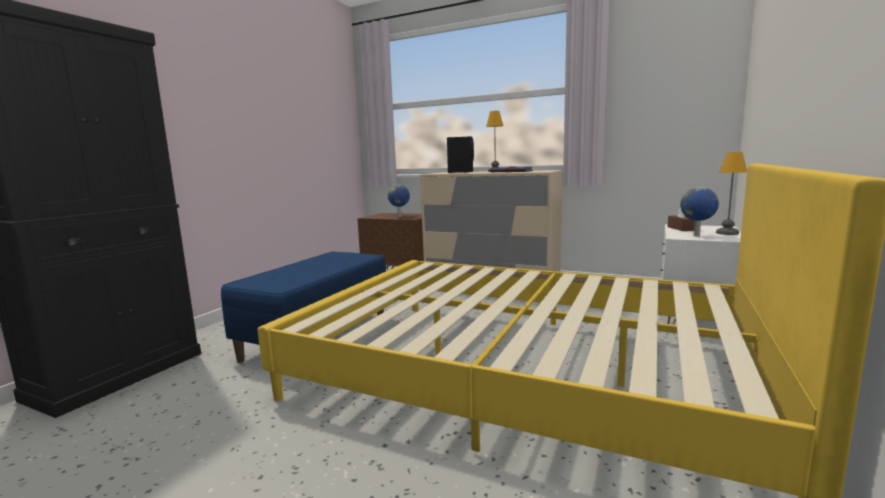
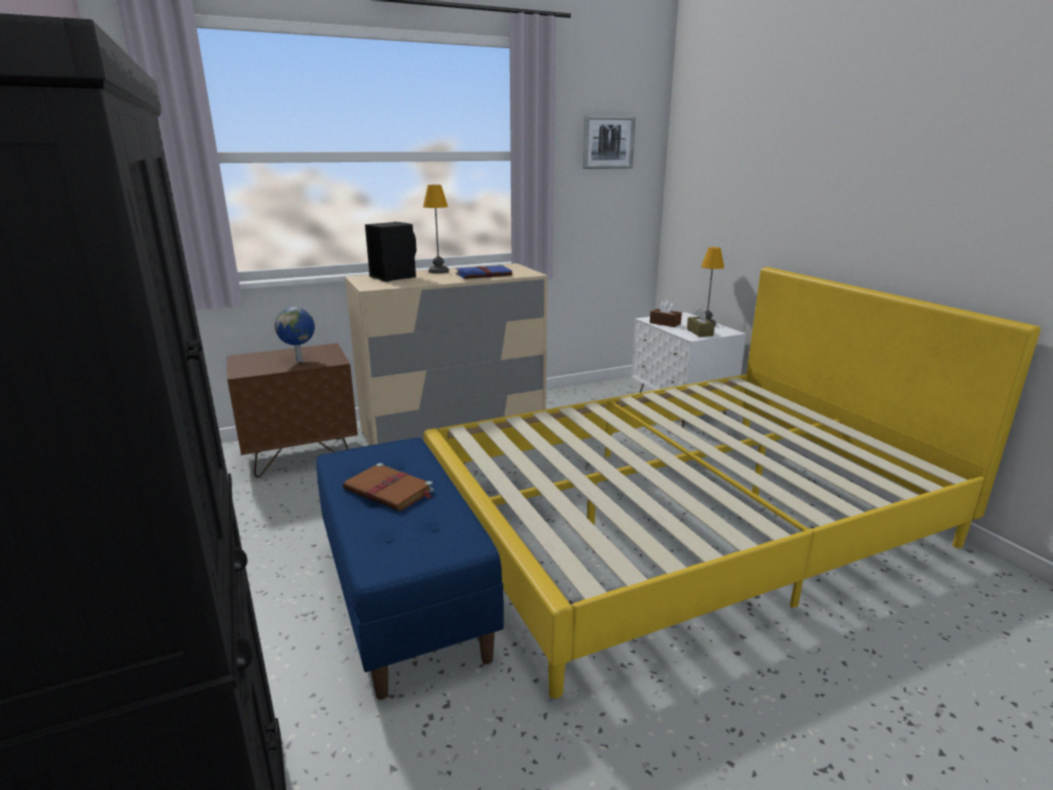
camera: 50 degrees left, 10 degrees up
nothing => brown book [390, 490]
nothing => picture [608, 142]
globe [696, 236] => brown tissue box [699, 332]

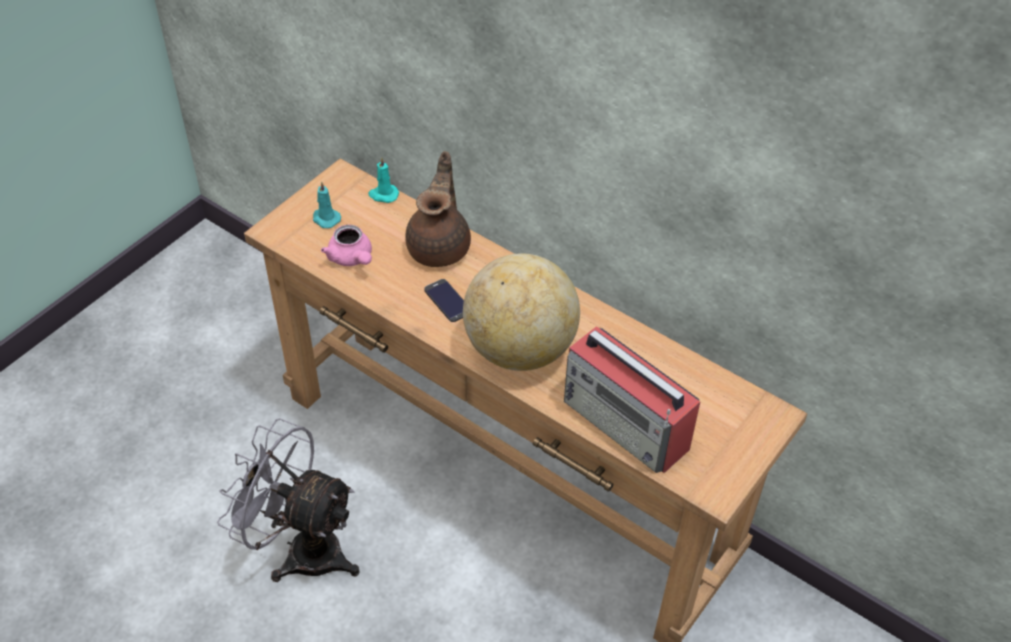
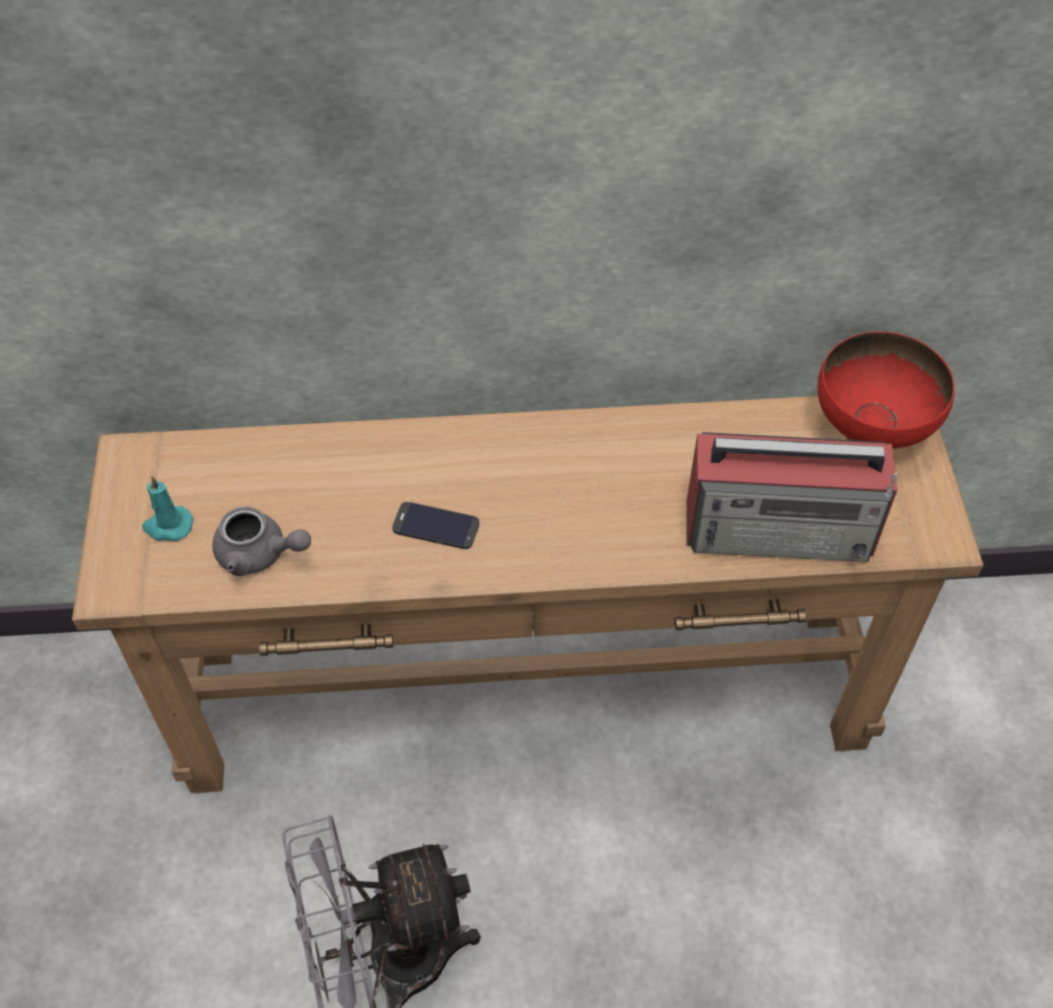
camera: 40 degrees left, 5 degrees up
pink teapot [352, 259] => grey teapot [260, 555]
nothing => red bowl [872, 430]
turquoise candle [383, 195] => nothing
brown teapot [440, 246] => nothing
globe [520, 350] => nothing

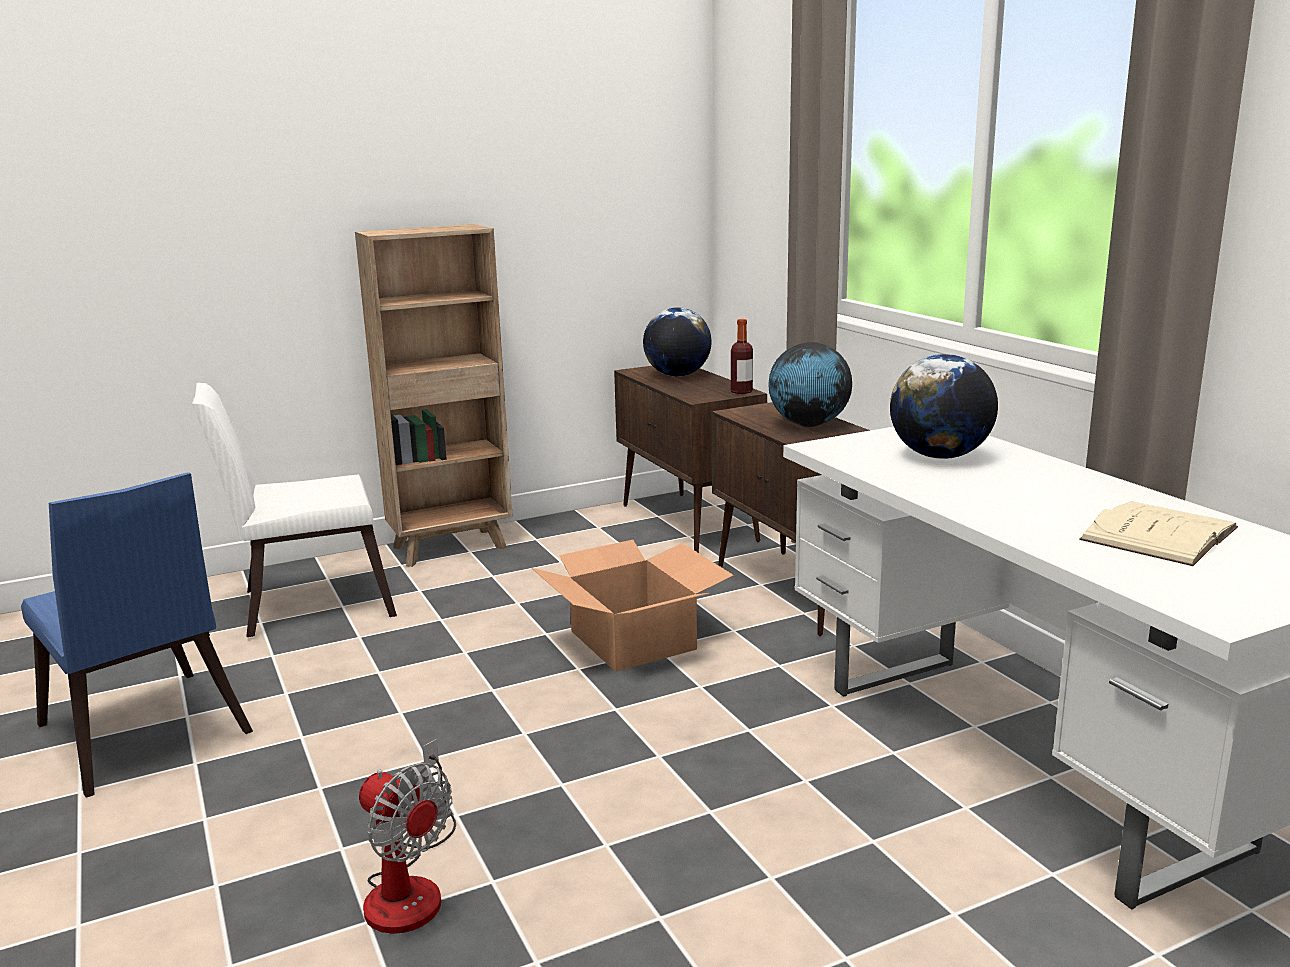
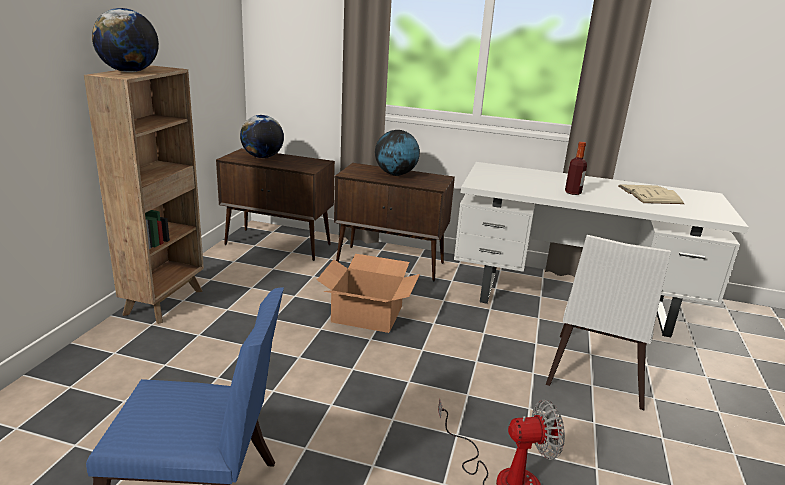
camera: 50 degrees left, 5 degrees up
globe [940, 456] => globe [129, 72], relocated
white chair [306, 604] => white chair [594, 374], relocated
bottle [741, 391] => bottle [573, 192], relocated

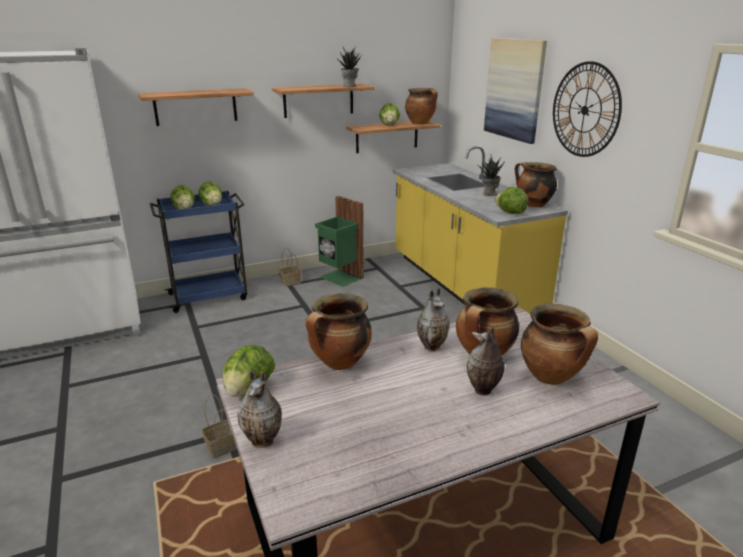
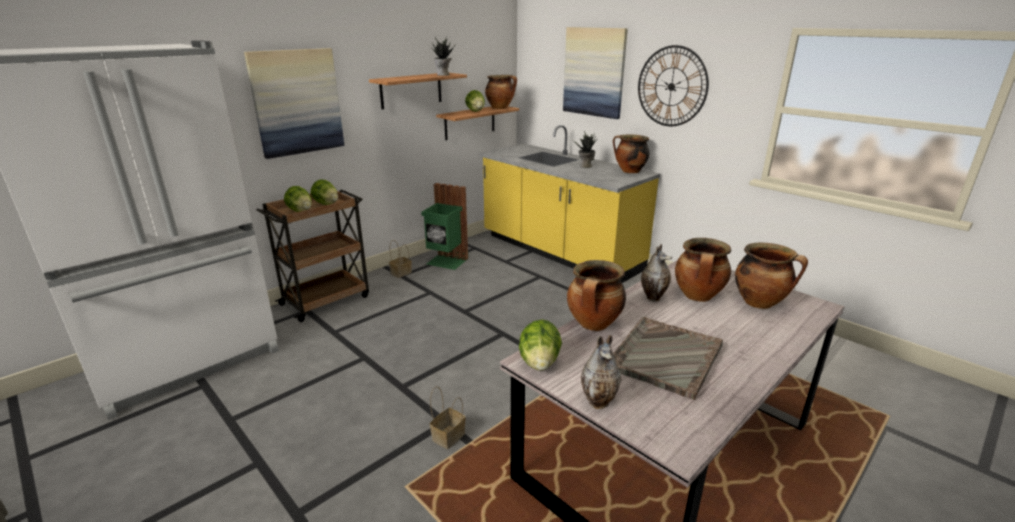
camera: 20 degrees left, 0 degrees up
shelf [195, 107] => picture [297, 102]
blue cart [210, 296] => brown cart [326, 300]
nothing => grey tray [665, 357]
vase [483, 390] => nothing
lettuce [510, 212] => nothing

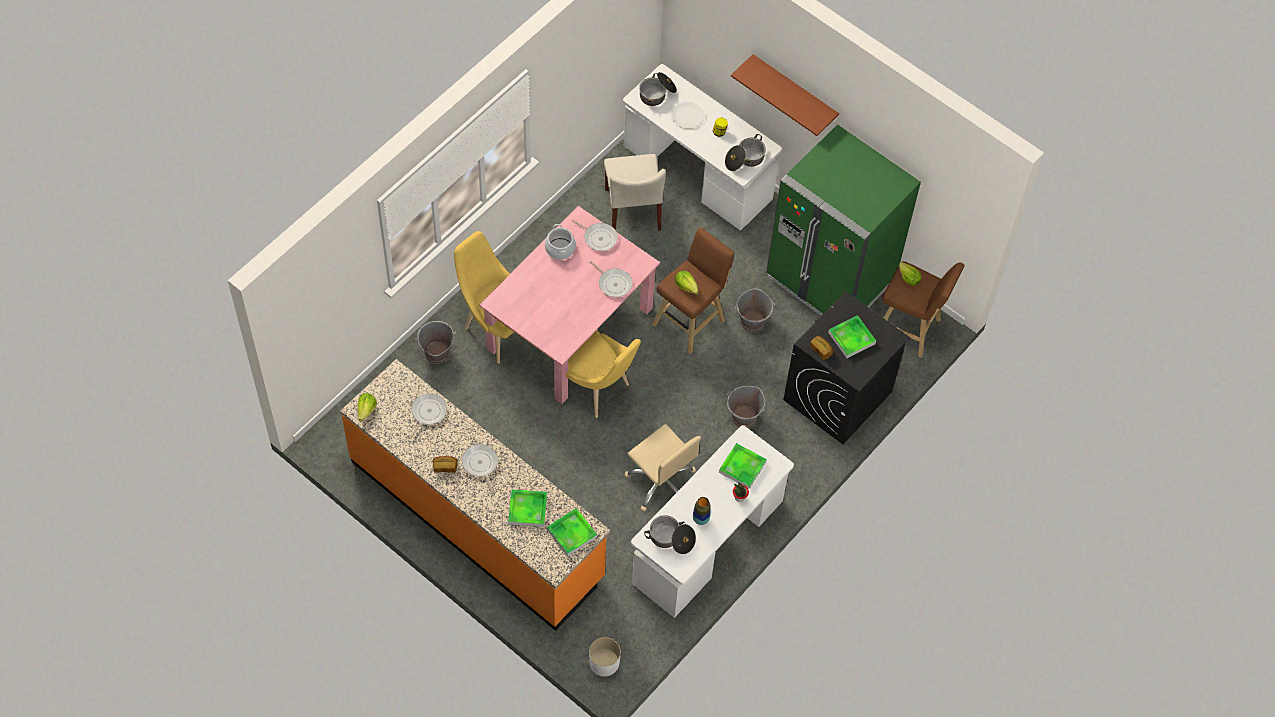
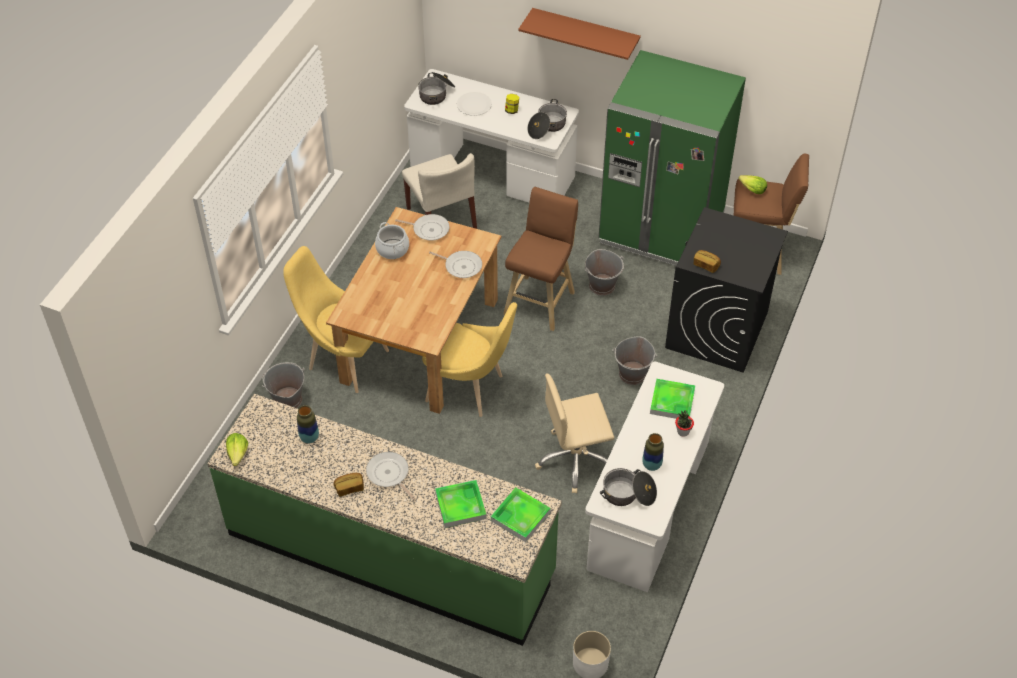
camera: 15 degrees left, 10 degrees down
orange counter [477, 519] => green counter [391, 553]
frying pan [427, 413] => vase [309, 438]
pink dining table [570, 327] => brown dining table [420, 339]
beige office chair [661, 482] => beige office chair [575, 460], 135 degrees clockwise
lettuce [686, 286] => nothing
tray [851, 338] => nothing

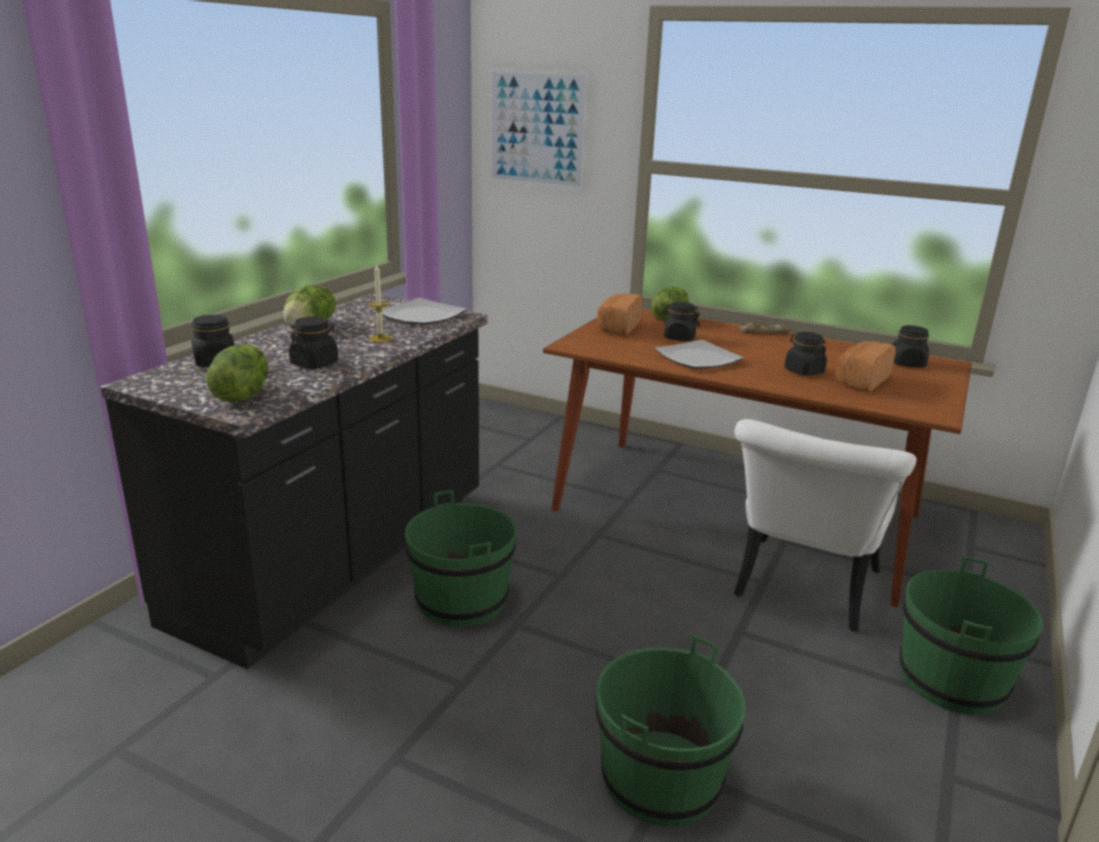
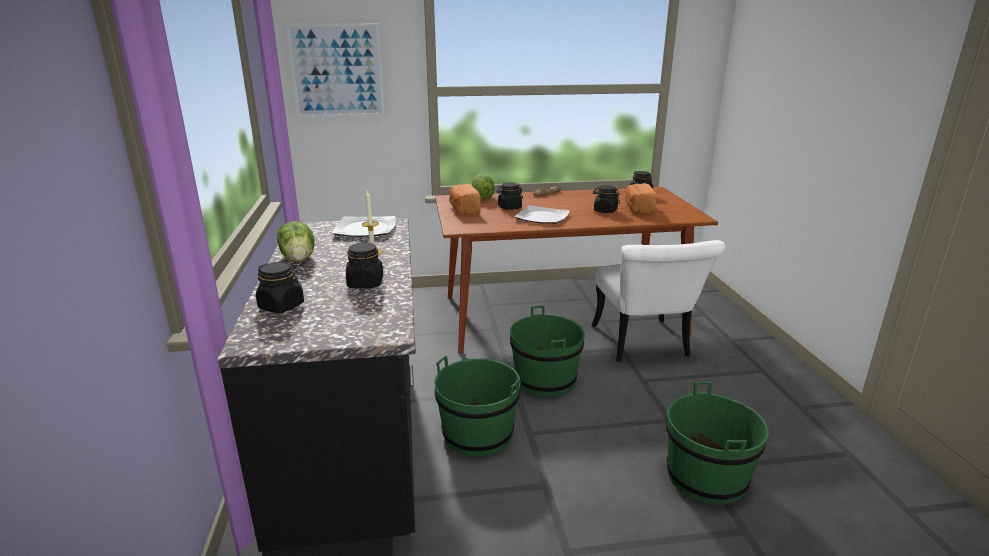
camera: 35 degrees left, 0 degrees up
green bucket [951, 680] => green bucket [545, 380], relocated
lettuce [241, 395] => nothing

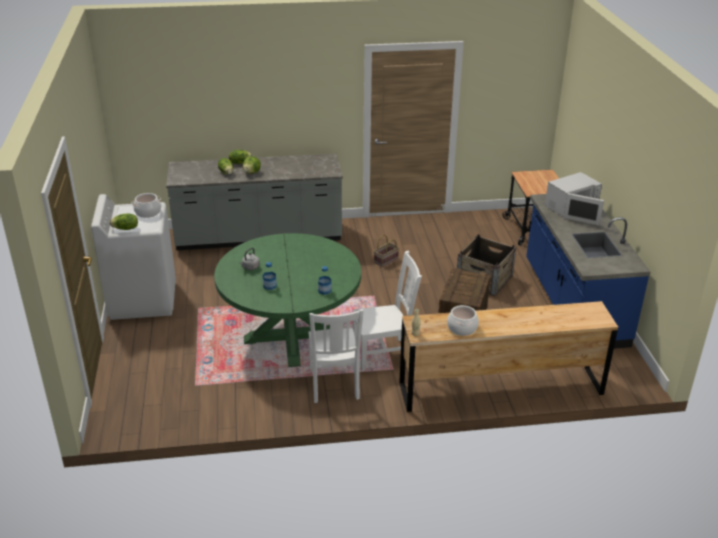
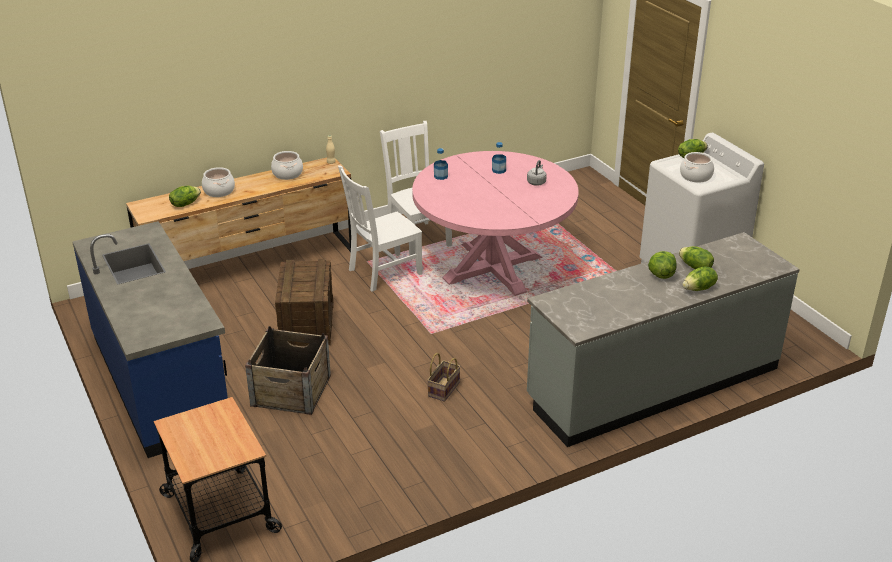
camera: 160 degrees right, 0 degrees up
nothing => lettuce [185, 204]
nothing => cooking pot [219, 191]
green dining table [291, 337] => pink dining table [493, 268]
white microwave [571, 208] => nothing

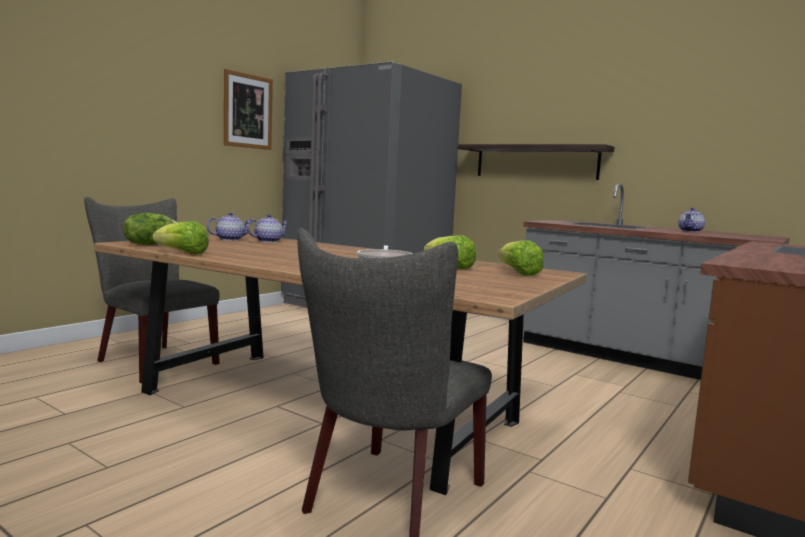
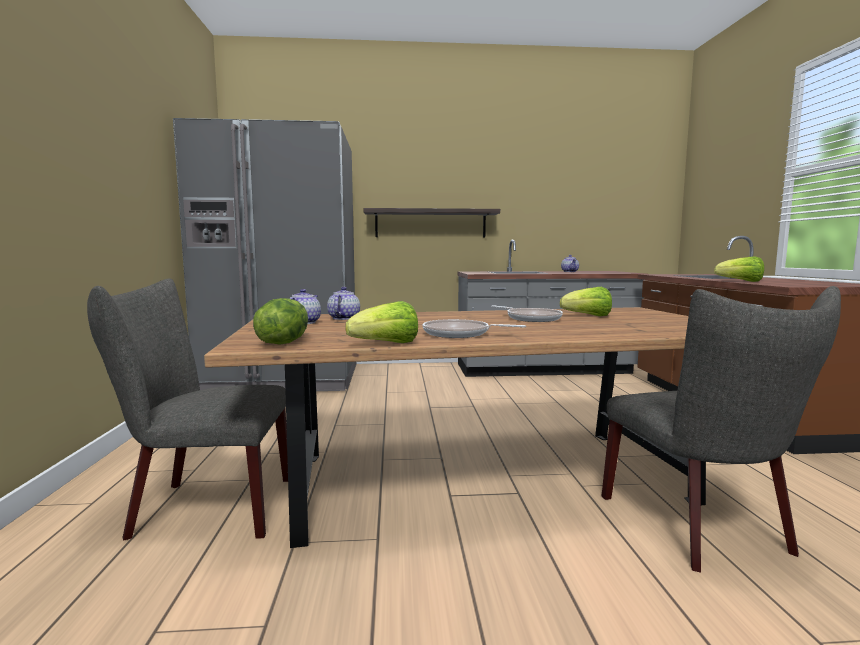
camera: 40 degrees left, 0 degrees up
nothing => frying pan [460, 334]
lettuce [518, 273] => lettuce [741, 281], relocated
picture [248, 111] => nothing

